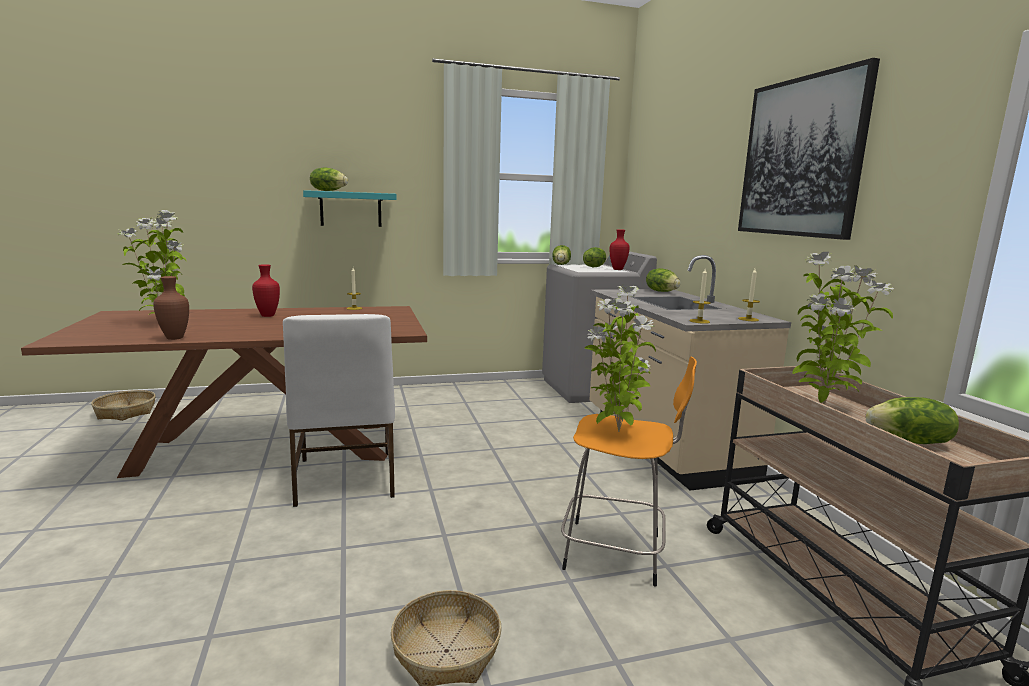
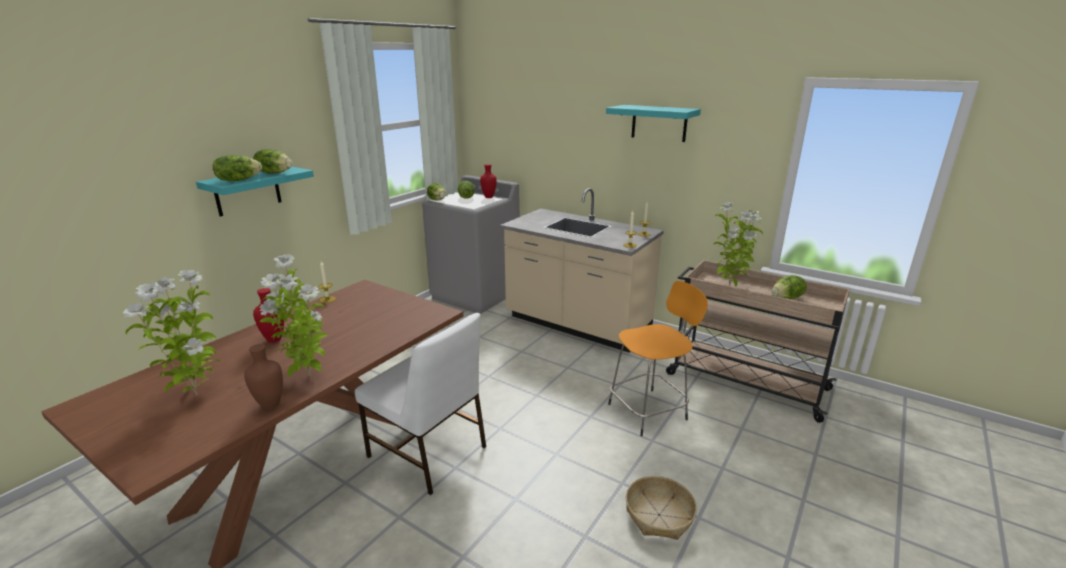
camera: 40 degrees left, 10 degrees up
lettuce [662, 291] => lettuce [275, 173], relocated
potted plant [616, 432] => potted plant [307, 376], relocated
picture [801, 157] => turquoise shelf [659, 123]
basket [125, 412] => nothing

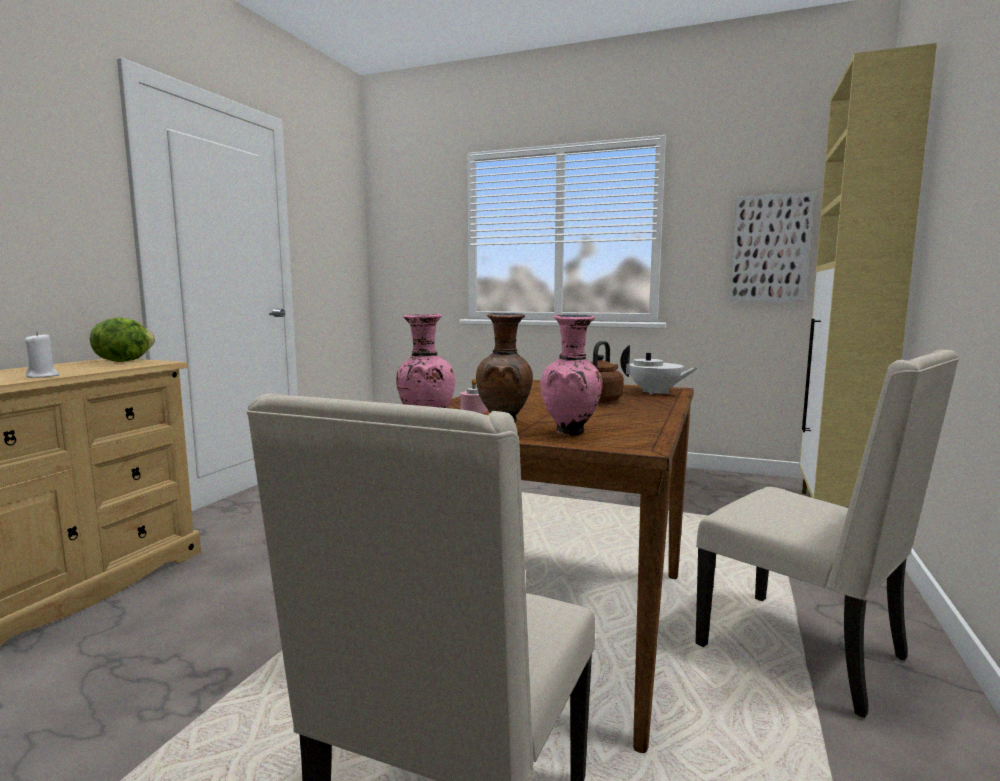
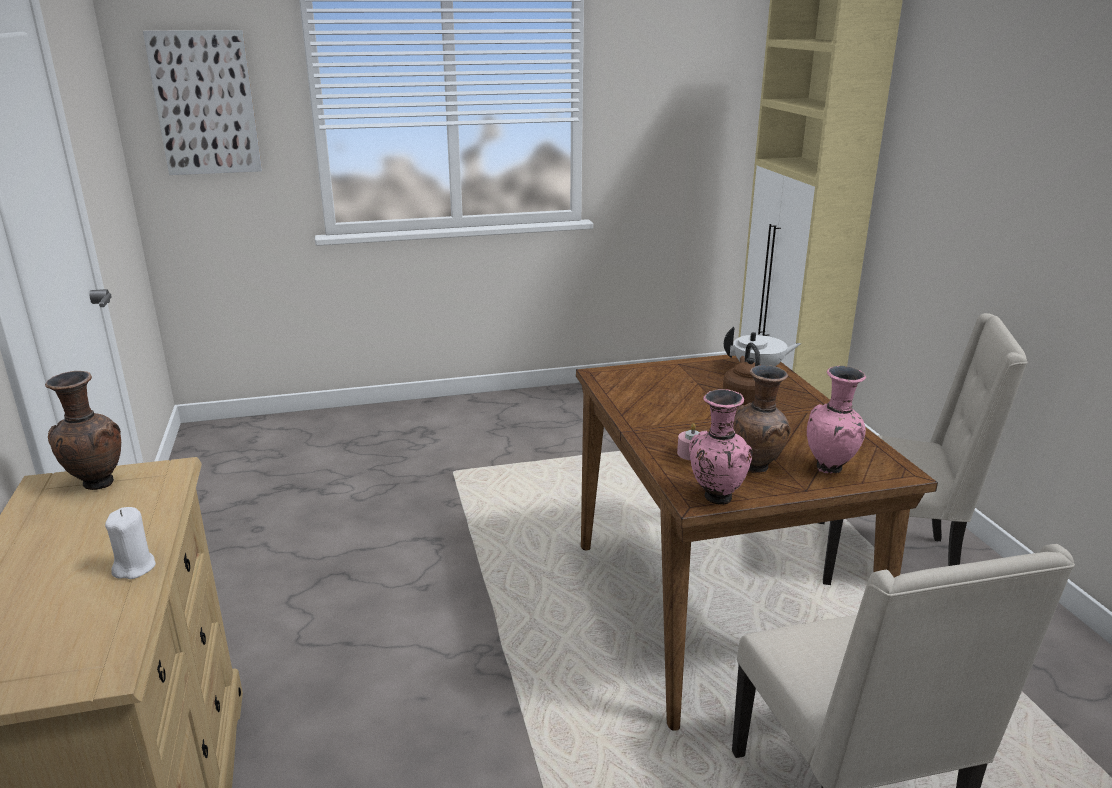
camera: 35 degrees left, 15 degrees up
lettuce [123, 361] => brown vase [96, 484]
picture [770, 249] => picture [205, 103], relocated

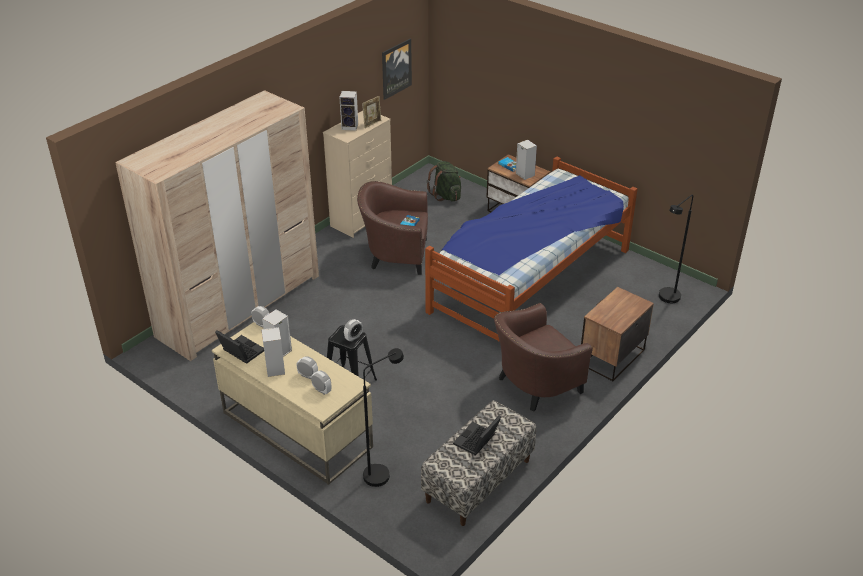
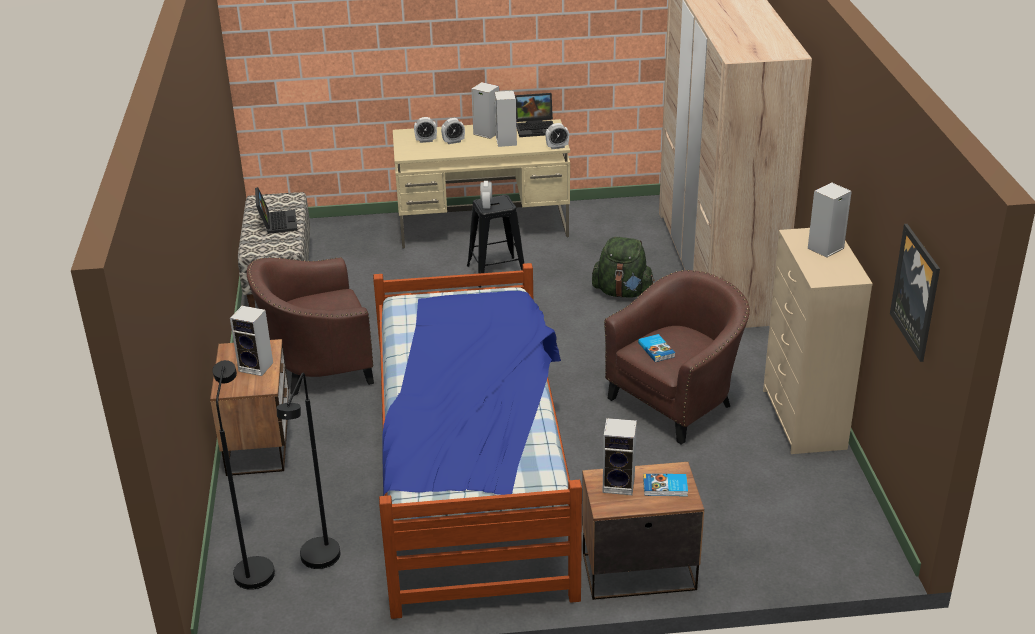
camera: 135 degrees right, 5 degrees down
nothing => speaker [257, 367]
brown armchair [534, 385] => brown armchair [317, 367], 120 degrees counterclockwise
black floor lamp [382, 472] => black floor lamp [319, 563], relocated
green backpack [446, 195] => green backpack [622, 292], relocated
picture frame [372, 123] => nothing

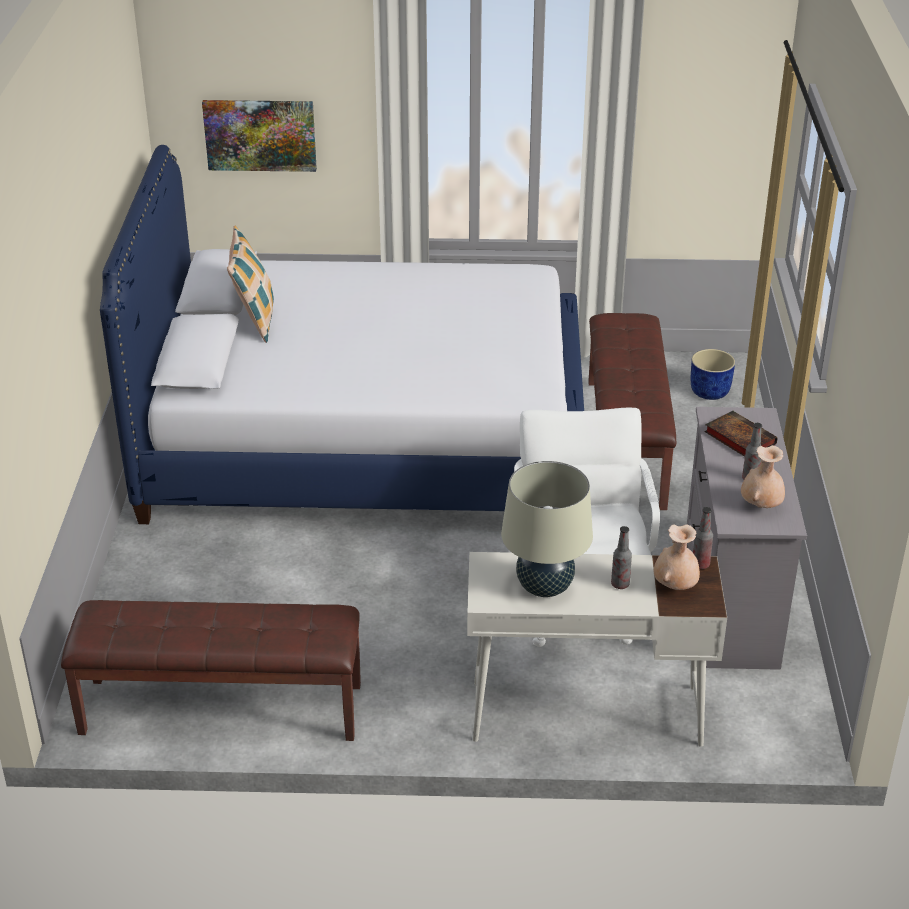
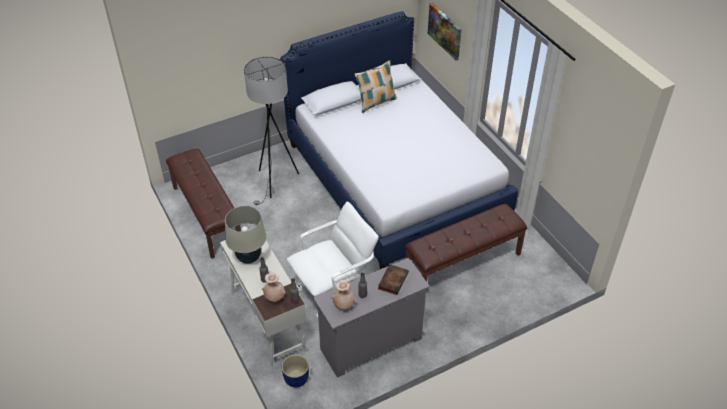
camera: 60 degrees right, 10 degrees up
nothing => grey floor lamp [275, 183]
blue planter [710, 392] => blue planter [296, 379], relocated

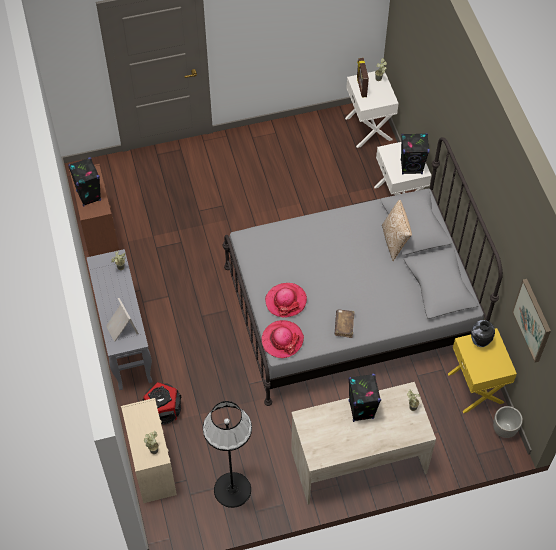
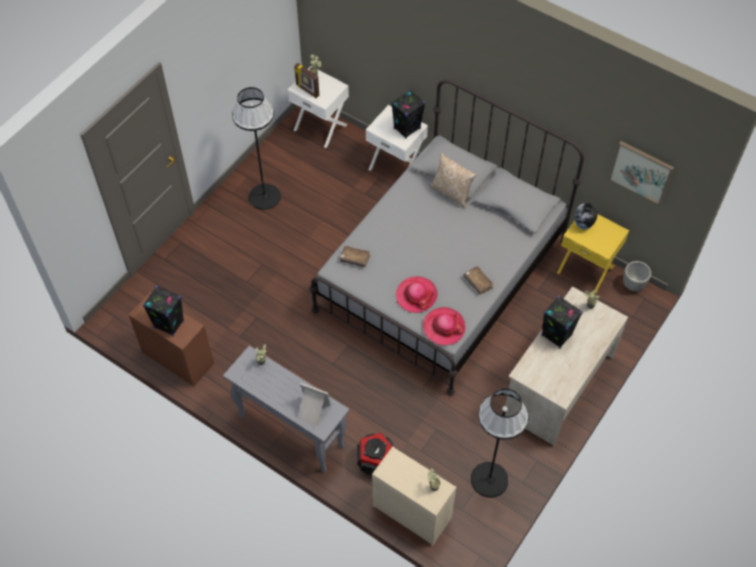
camera: 40 degrees left, 0 degrees up
nothing => black floor lamp [264, 196]
nothing => brown book [354, 259]

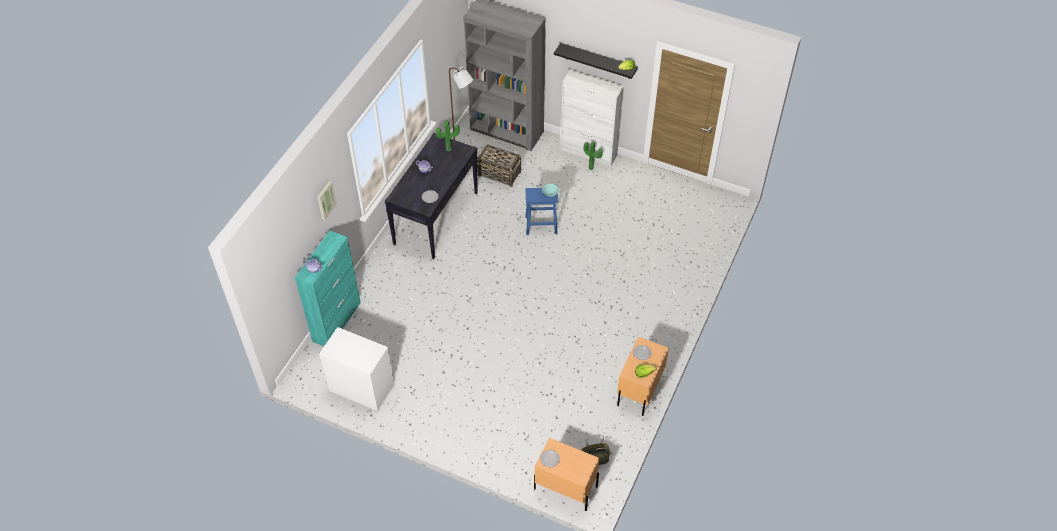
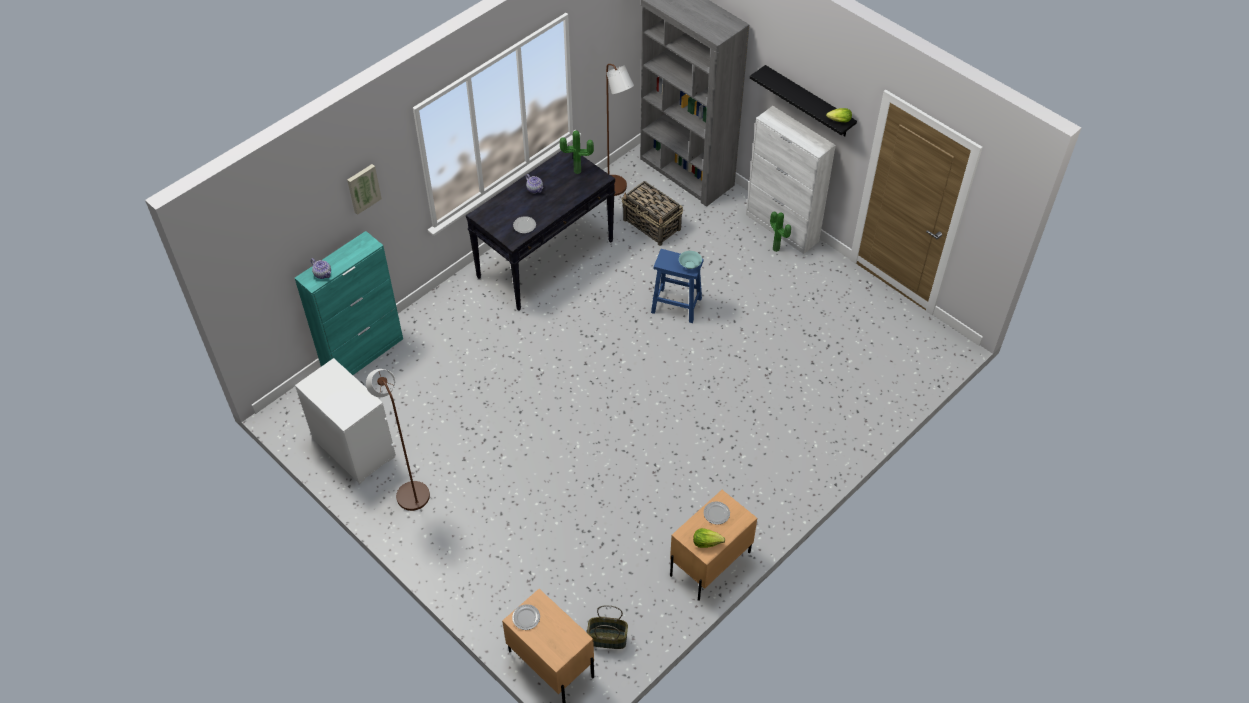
camera: 20 degrees right, 0 degrees up
nothing => brown floor lamp [410, 491]

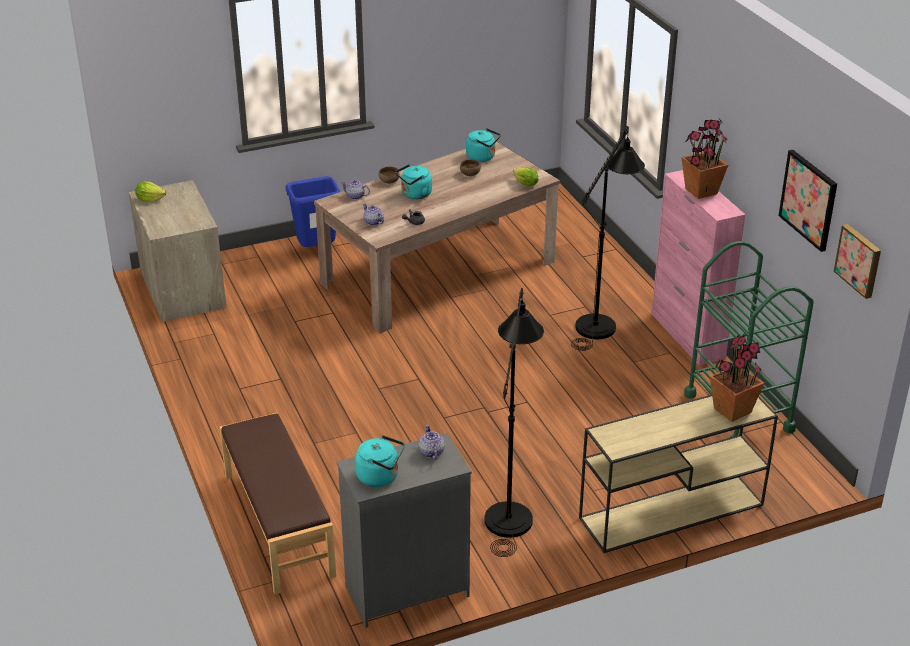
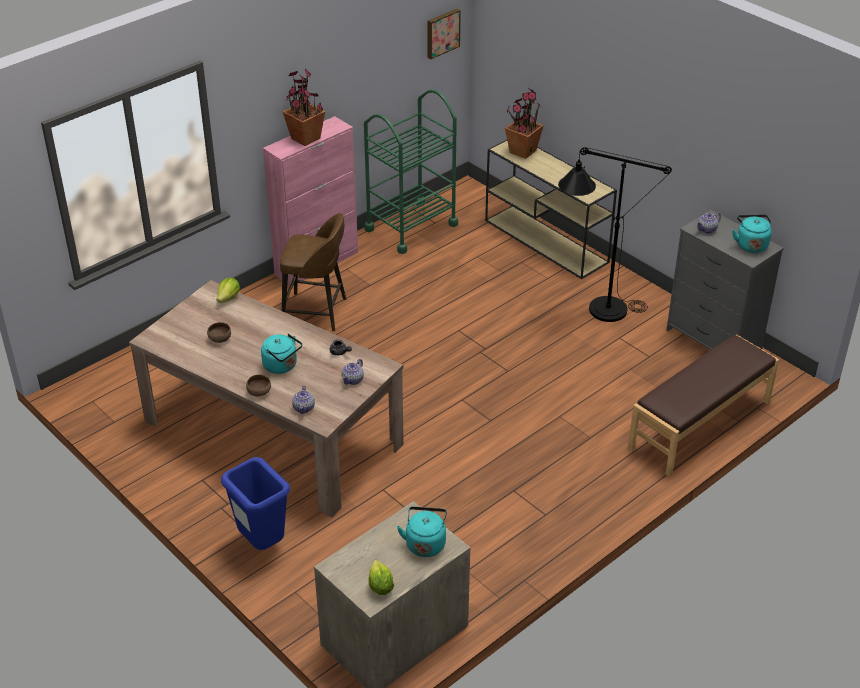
camera: 110 degrees left, 5 degrees up
black floor lamp [600, 321] => brown stool [316, 312]
turquoise kettle [482, 157] => turquoise kettle [425, 543], relocated
picture [809, 199] => nothing

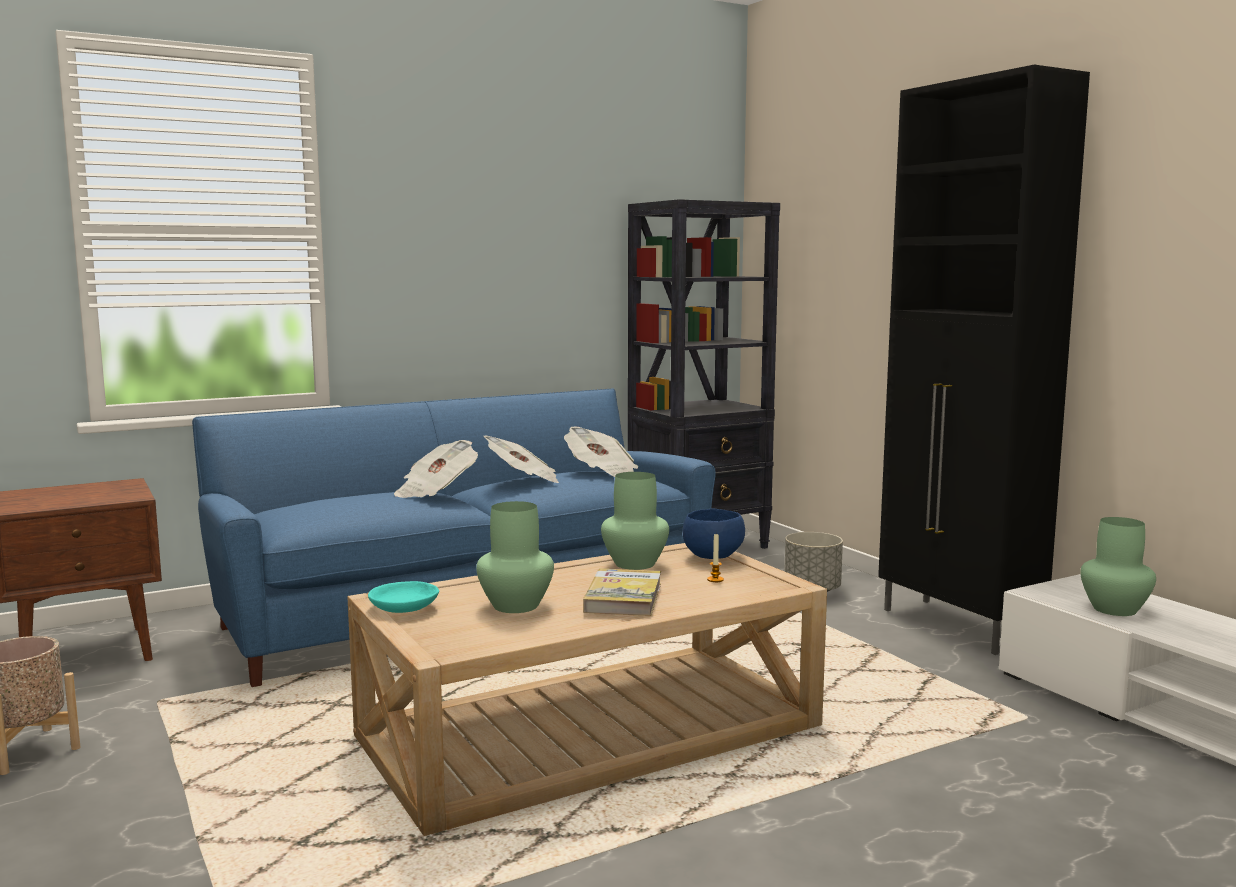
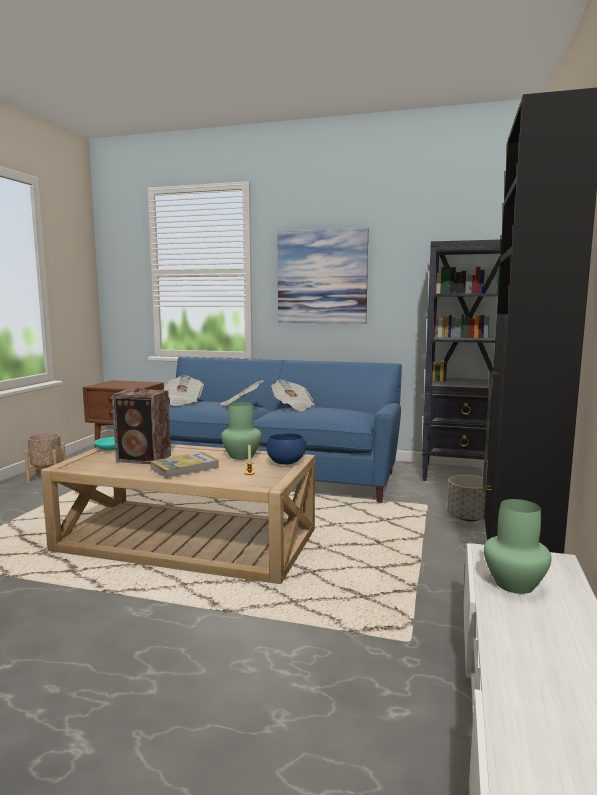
camera: 45 degrees right, 0 degrees up
green vase [516, 605] => speaker [145, 459]
newspaper [601, 472] => newspaper [183, 402], relocated
nothing => picture [322, 277]

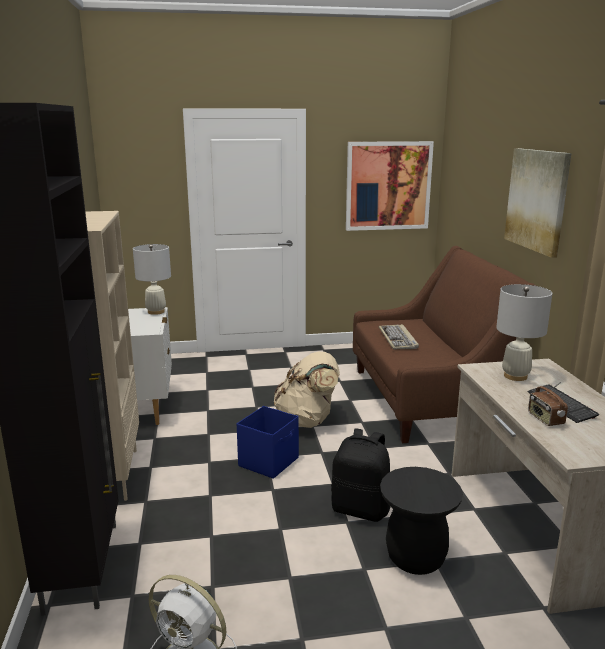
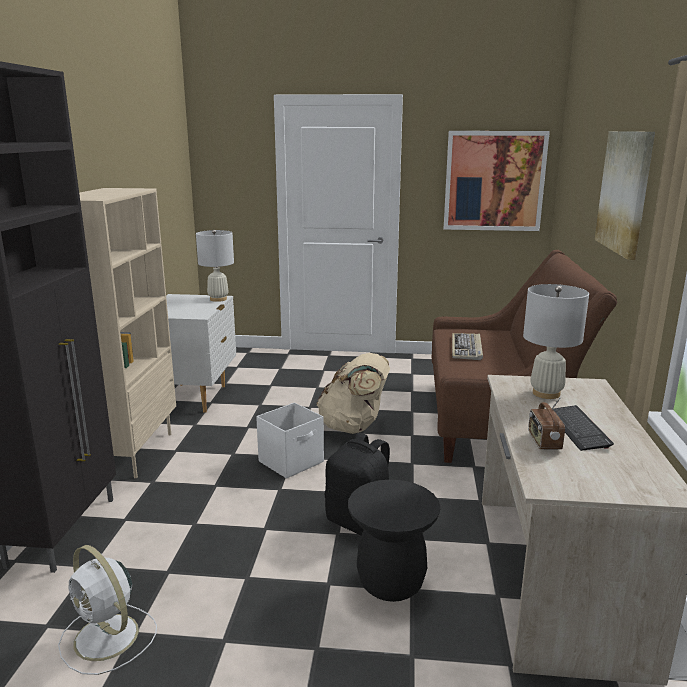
camera: 15 degrees right, 0 degrees up
blue storage box [269, 462] => white storage box [292, 461]

